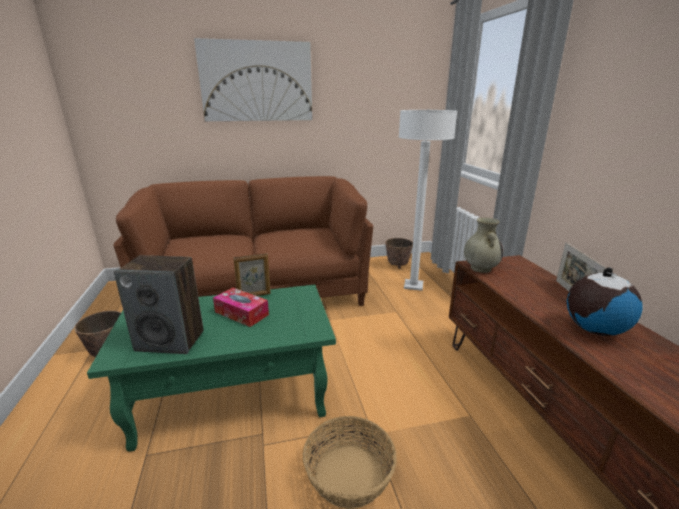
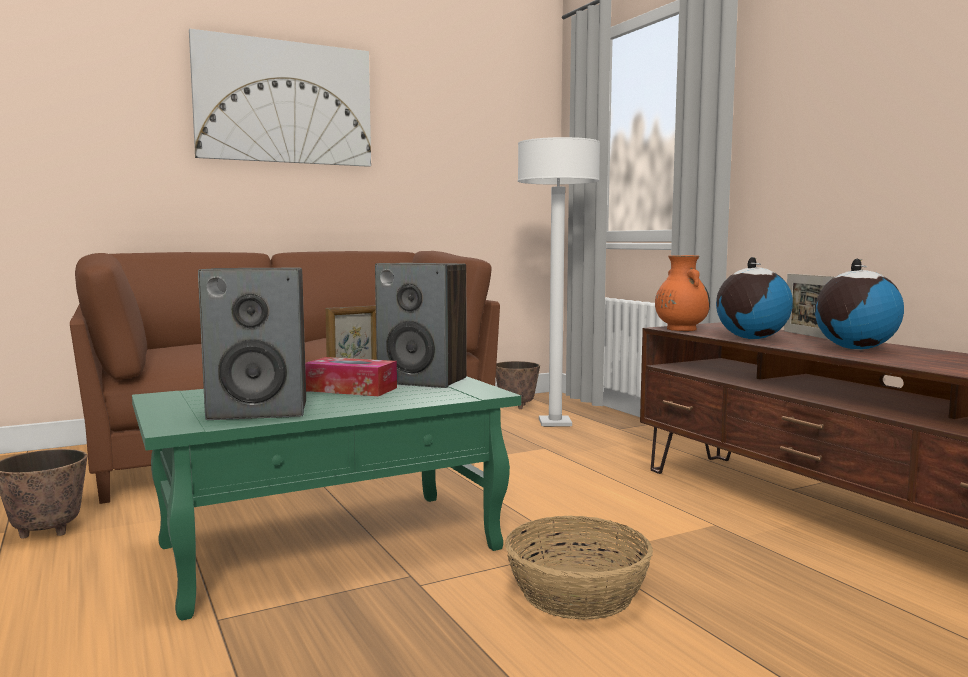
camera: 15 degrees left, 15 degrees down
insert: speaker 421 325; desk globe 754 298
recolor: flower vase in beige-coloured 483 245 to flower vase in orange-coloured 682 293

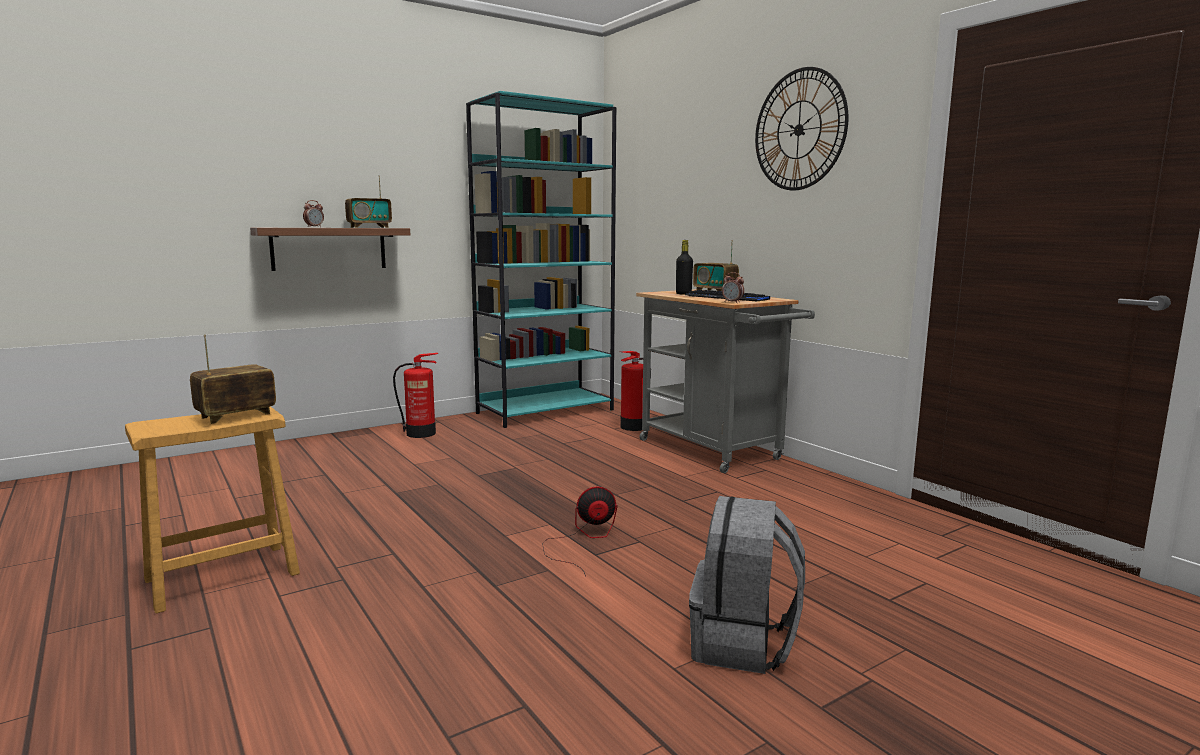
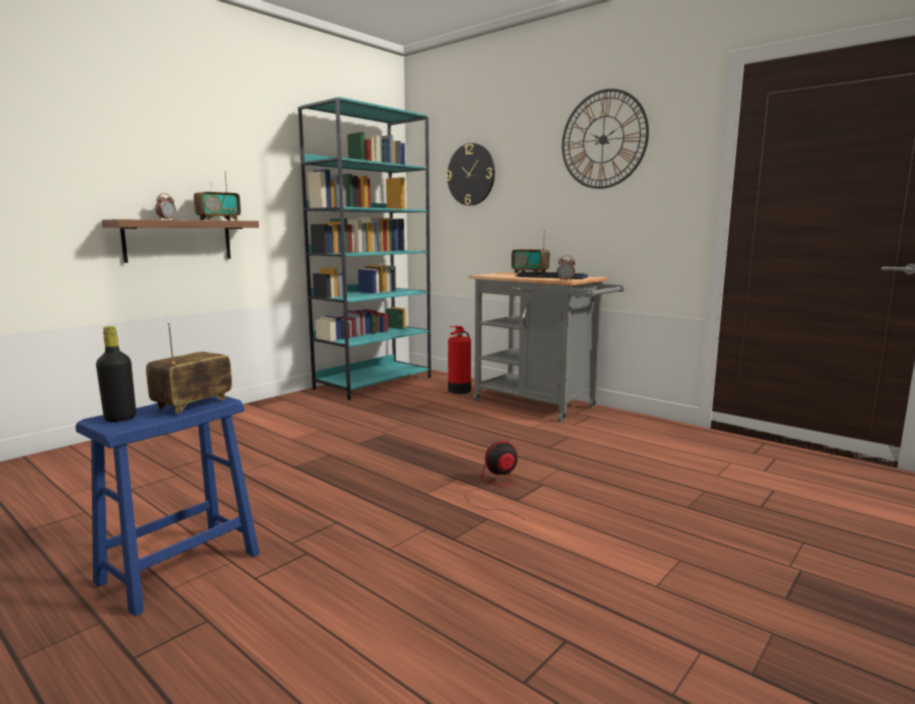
camera: 15 degrees left, 0 degrees up
delete: fire extinguisher 415 395; rucksack in grey 747 585
insert: hanging clock 470 174
move: bottle in blackish 684 267 to 116 374
recolor: stool seat in brown 212 510 to stool seat in blue-coloured 167 506

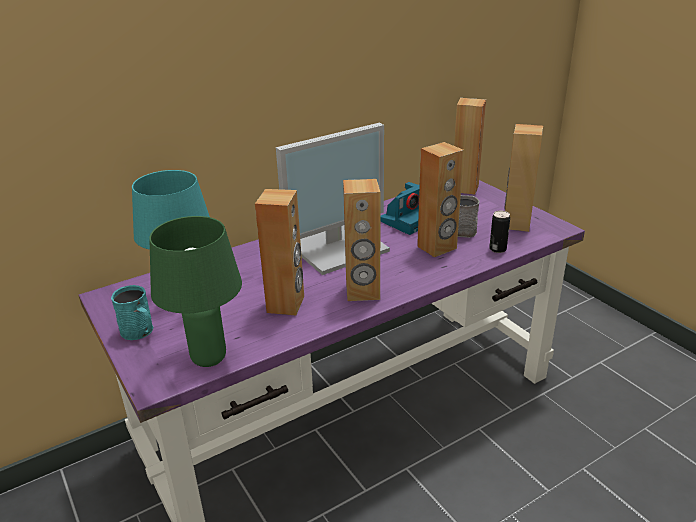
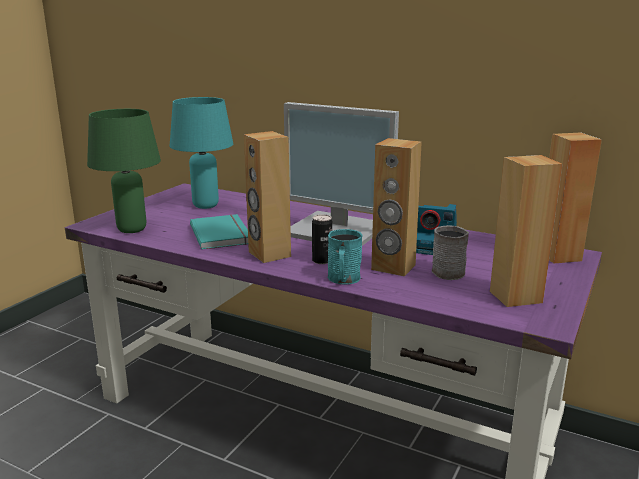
camera: 60 degrees right, 10 degrees down
move: can 499 231 to 322 239; tea mug in turquoise 132 312 to 345 256
replace: speaker in brown 279 252 to bound book in turquoise 219 232

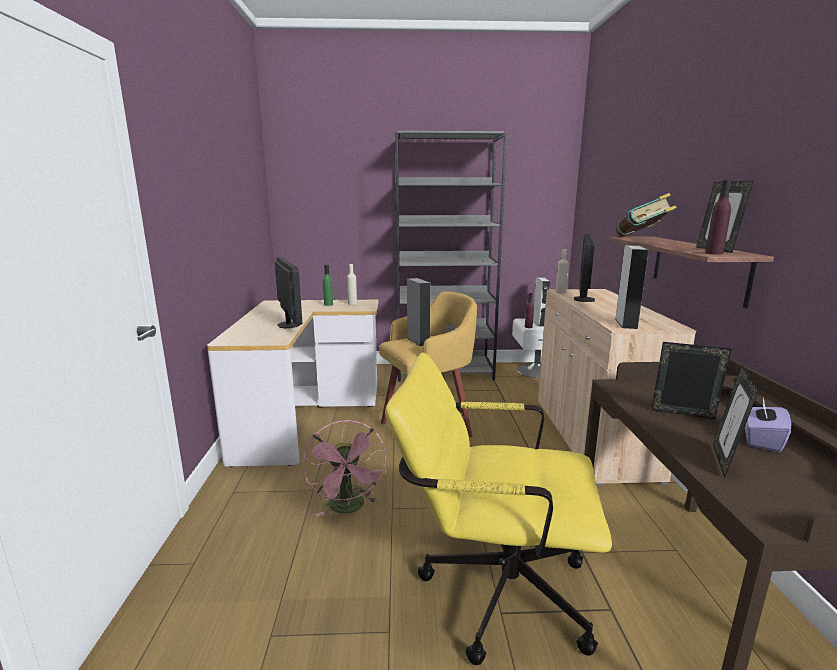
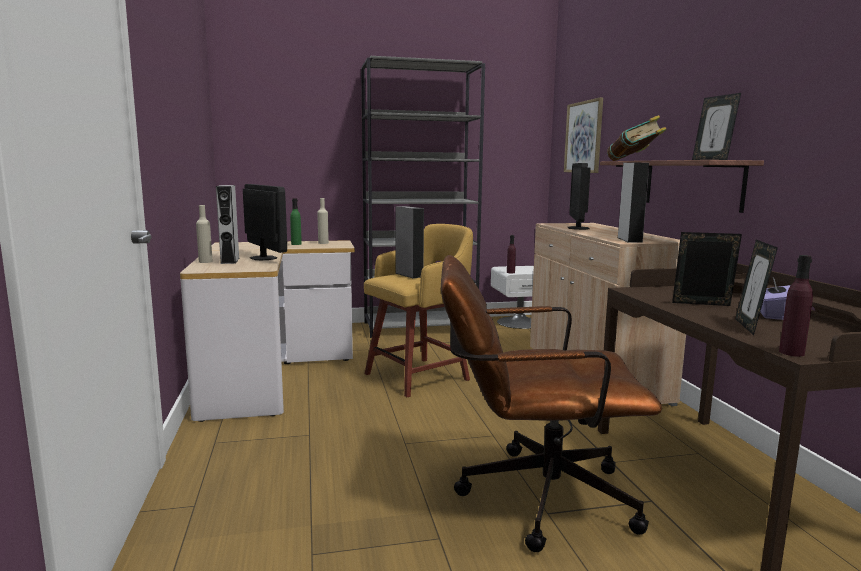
camera: 10 degrees left, 5 degrees down
delete: cooling fan in pinkish 344 468
insert: wall picture 583 135
move: bottle in beige-coloured 562 271 to 204 234; speaker in grey 542 302 to 227 224; bottle in purple-coloured 718 217 to 796 305
recolor: office chair in yellowish 498 509 to office chair in brown 551 403

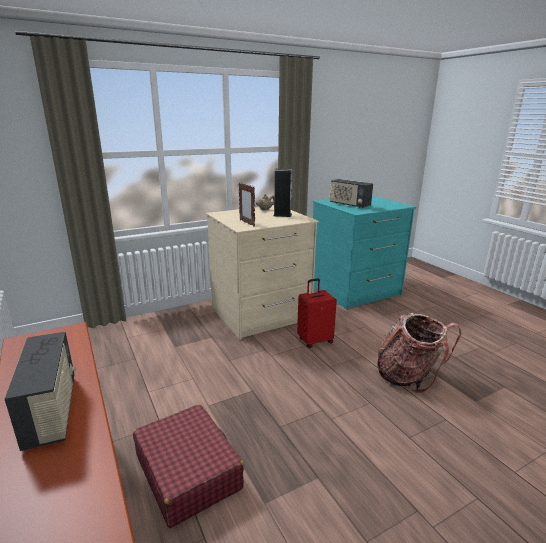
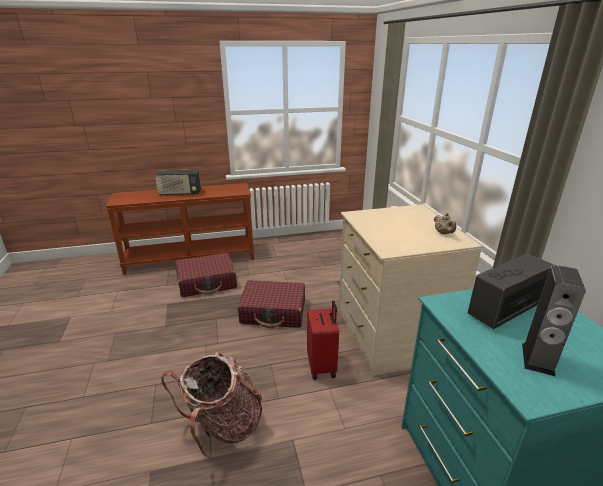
camera: 105 degrees right, 5 degrees up
delete: picture frame 246 205
insert: travel case in red 271 304
move: speaker 282 193 to 554 320

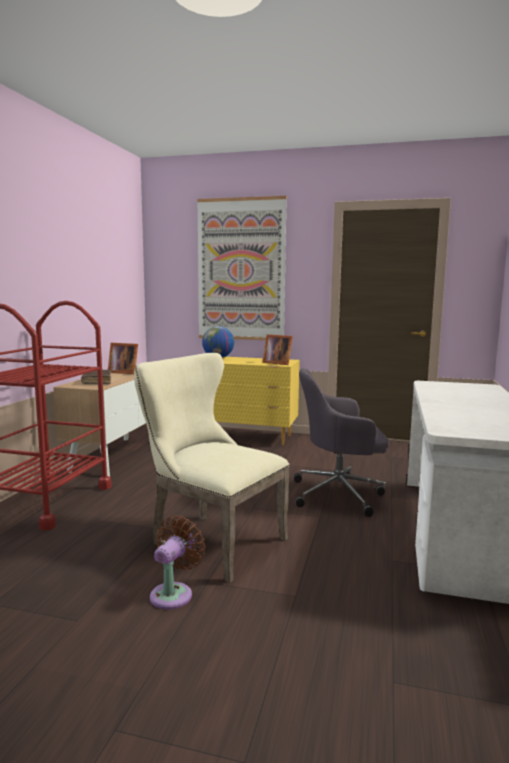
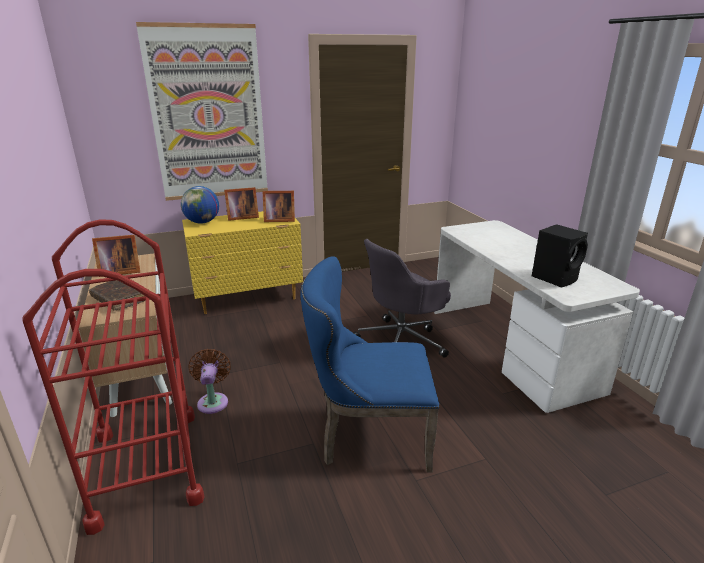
camera: 35 degrees left, 15 degrees up
insert: picture frame 241 204; speaker in blackish 560 256
move: cooling fan in brown 178 563 to 210 381
recolor: upright chair in beige-coloured 212 468 to upright chair in blue-coloured 370 364

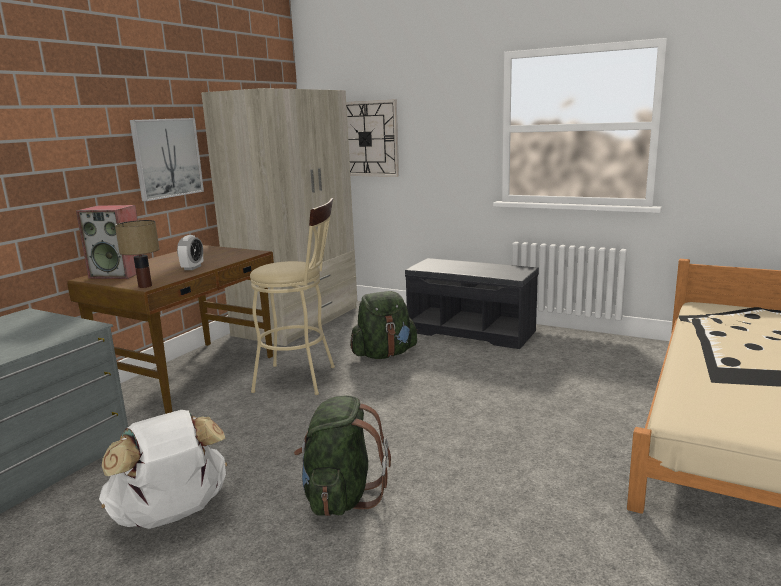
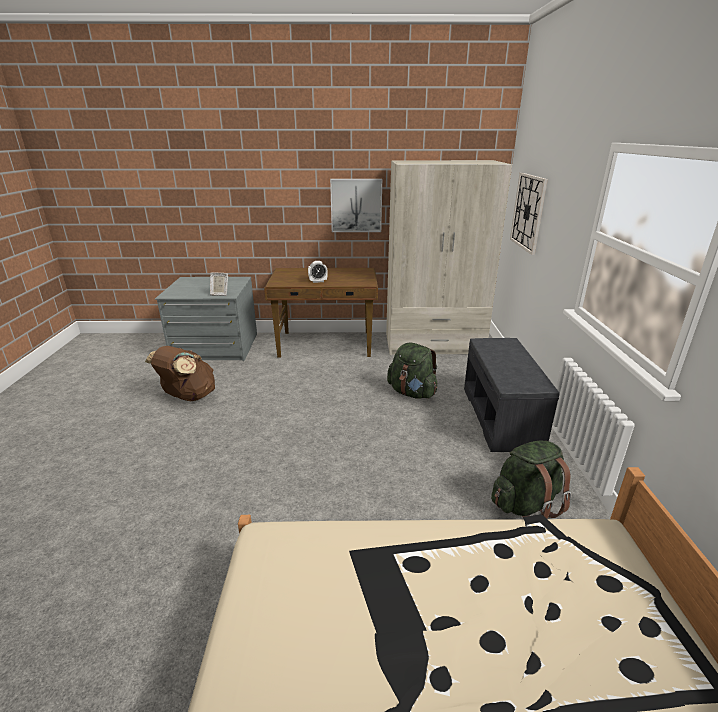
camera: 60 degrees right, 10 degrees up
delete: speaker 109 242; tabletop lamp 137 254; stool seat in beige-coloured 292 296
insert: picture frame 219 284
move: rucksack in green-coloured 342 455 to 531 479
recolor: rucksack in whitish 163 469 to rucksack in brown 180 373

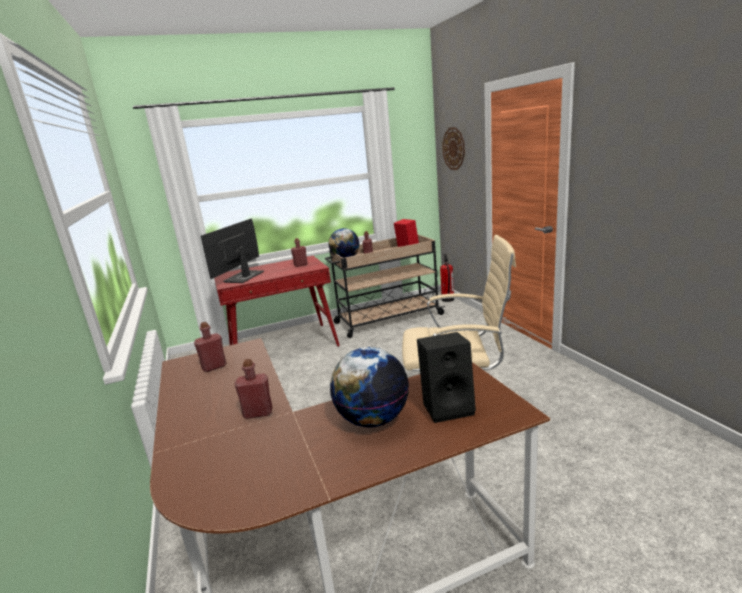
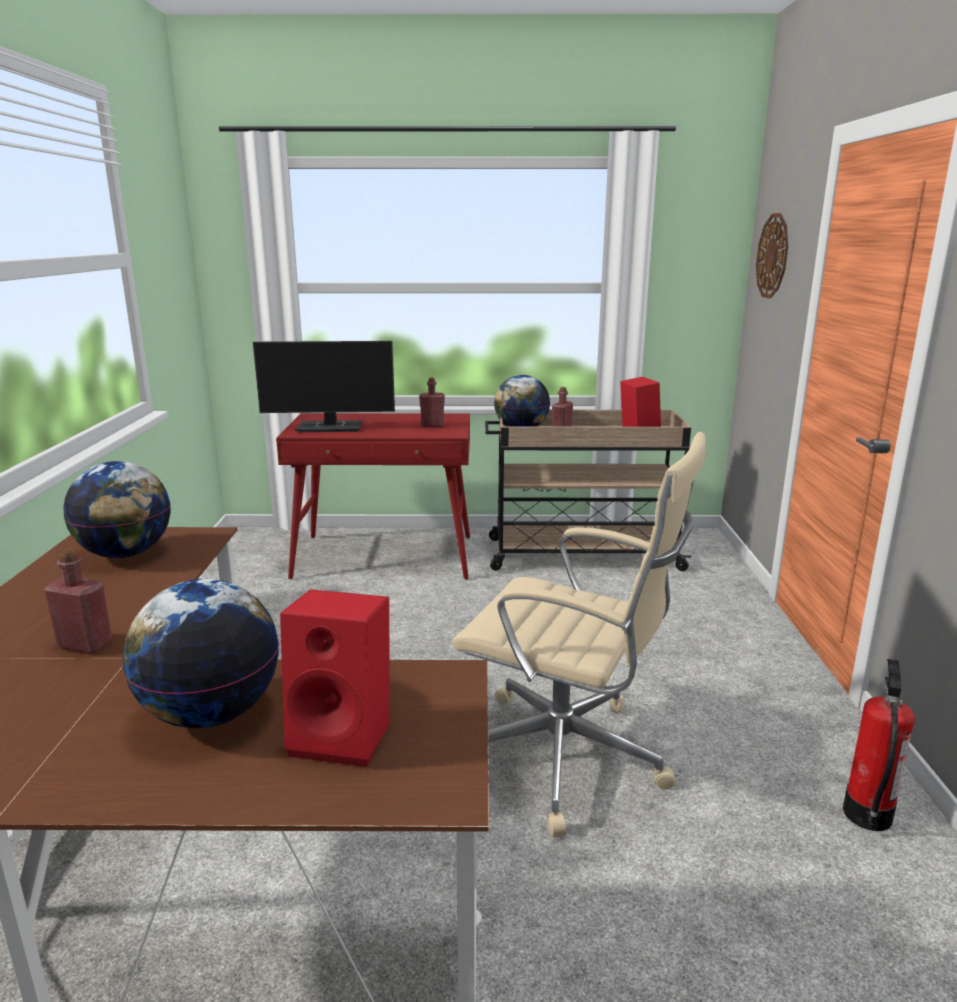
camera: 20 degrees right, 0 degrees up
move: fire extinguisher 447 278 to 879 745
replace: bottle in red 210 347 to desk globe 117 509
recolor: speaker in blackish 446 377 to speaker in red 335 678
rotate: monitor 232 250 = 324 386 135 degrees counterclockwise

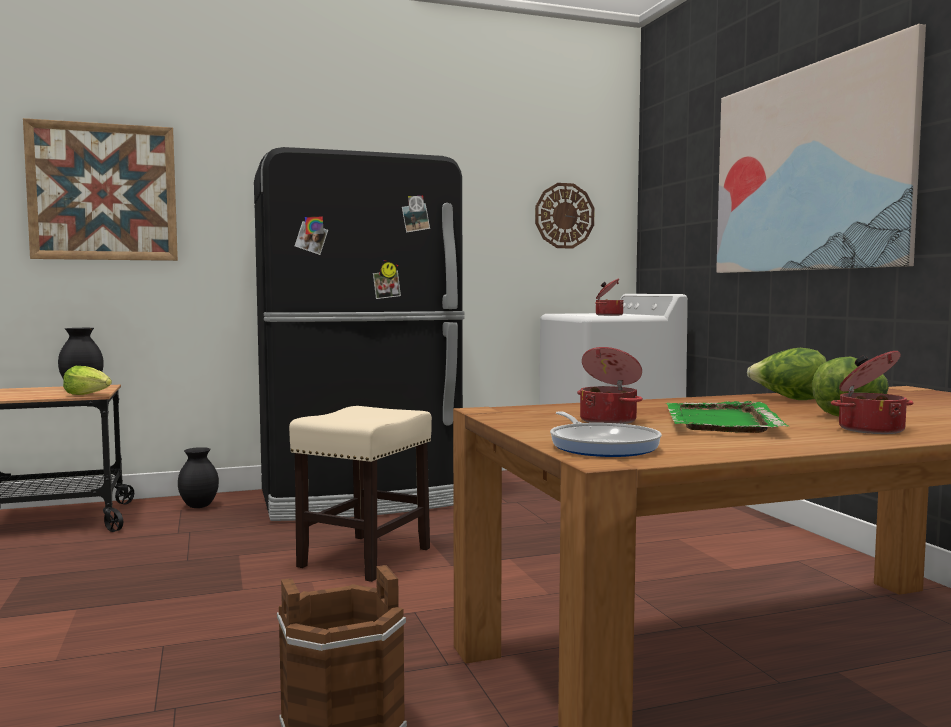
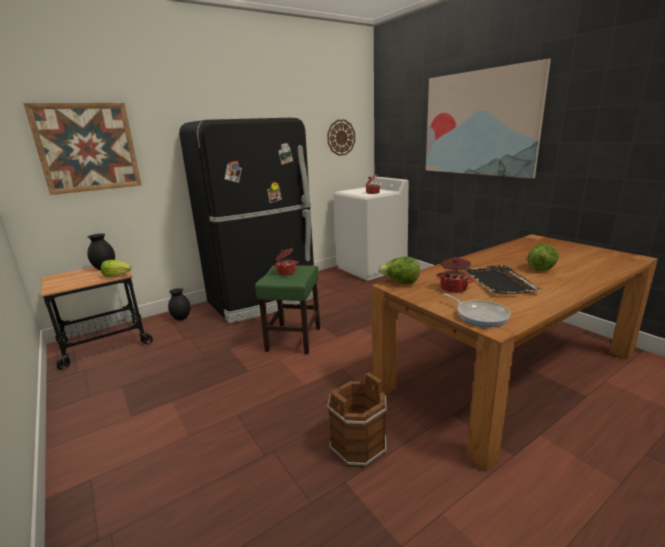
camera: 15 degrees left, 15 degrees up
move: cooking pot 872 392 to 285 261; head of lettuce 787 374 to 399 270
recolor: stool seat in beige-coloured 360 494 to stool seat in green-coloured 288 309; carrying tray in green-coloured 727 417 to carrying tray in blackish 502 279

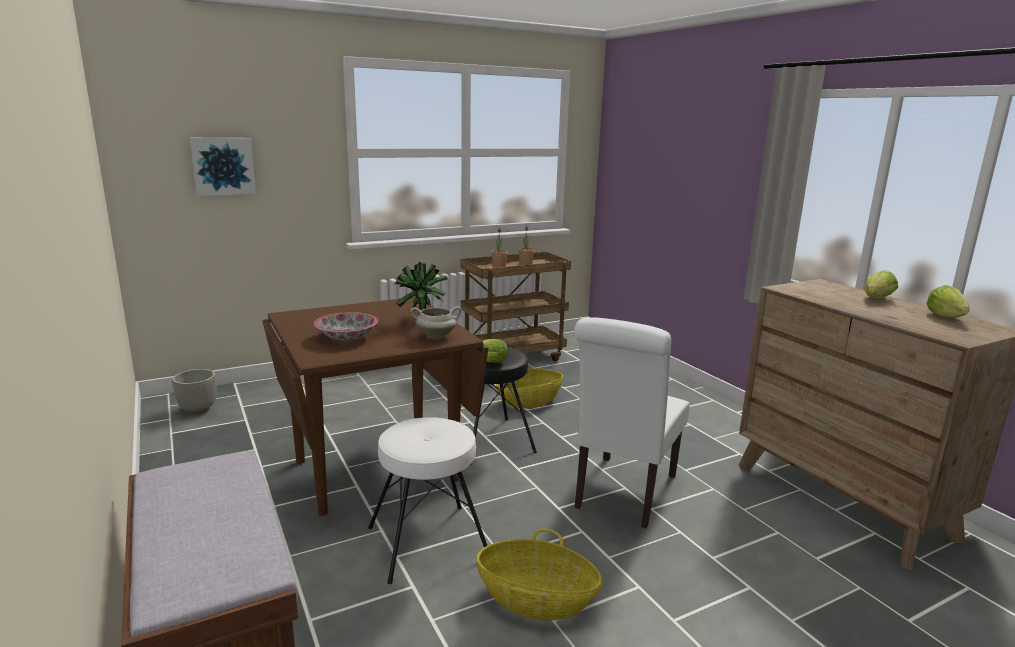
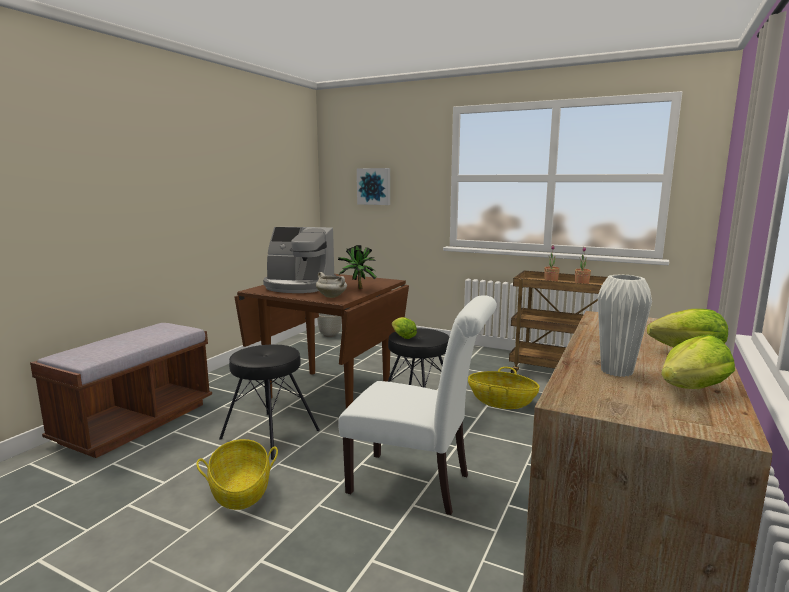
camera: 55 degrees right, 5 degrees down
insert: flower vase in whitish 625 325
replace: serving bowl 346 326 to coffee brewer 299 260
recolor: stool seat in whitish 427 500 to stool seat in blackish 269 402
rotate: upright chair in whitish 632 423 = 417 405 150 degrees counterclockwise

